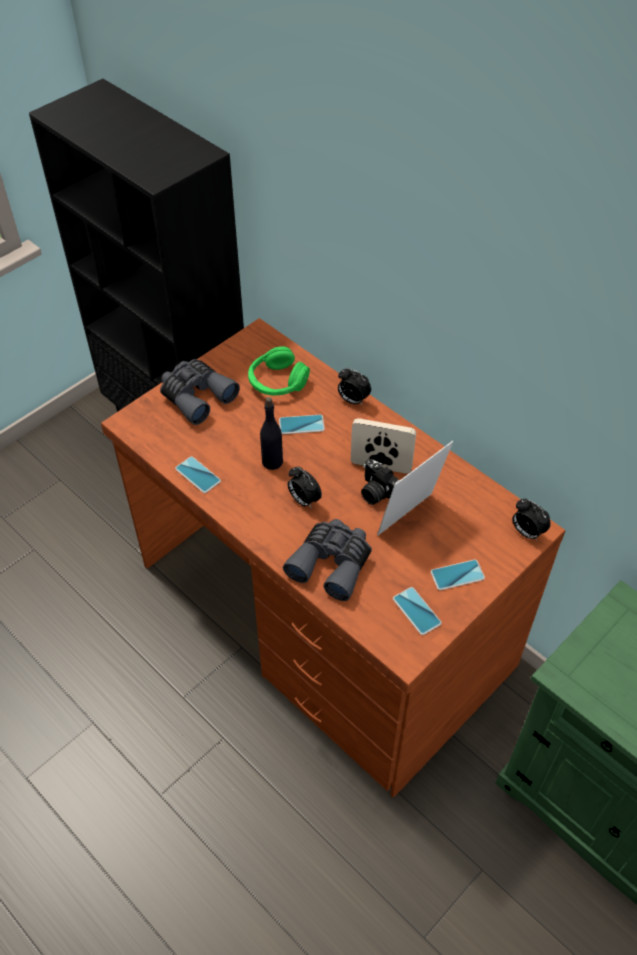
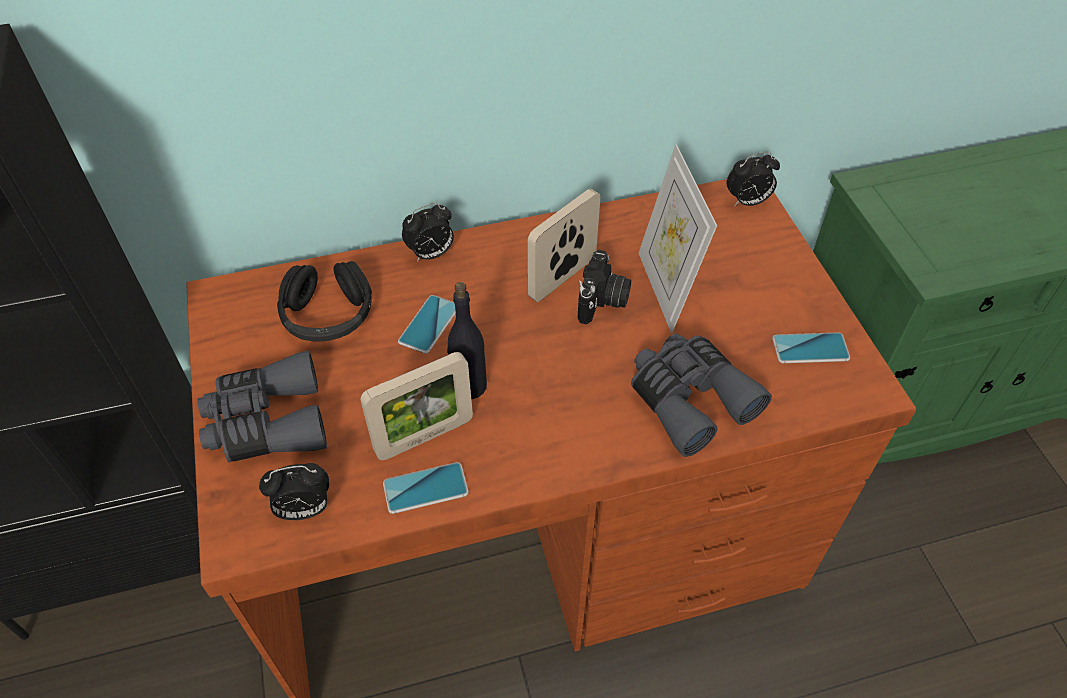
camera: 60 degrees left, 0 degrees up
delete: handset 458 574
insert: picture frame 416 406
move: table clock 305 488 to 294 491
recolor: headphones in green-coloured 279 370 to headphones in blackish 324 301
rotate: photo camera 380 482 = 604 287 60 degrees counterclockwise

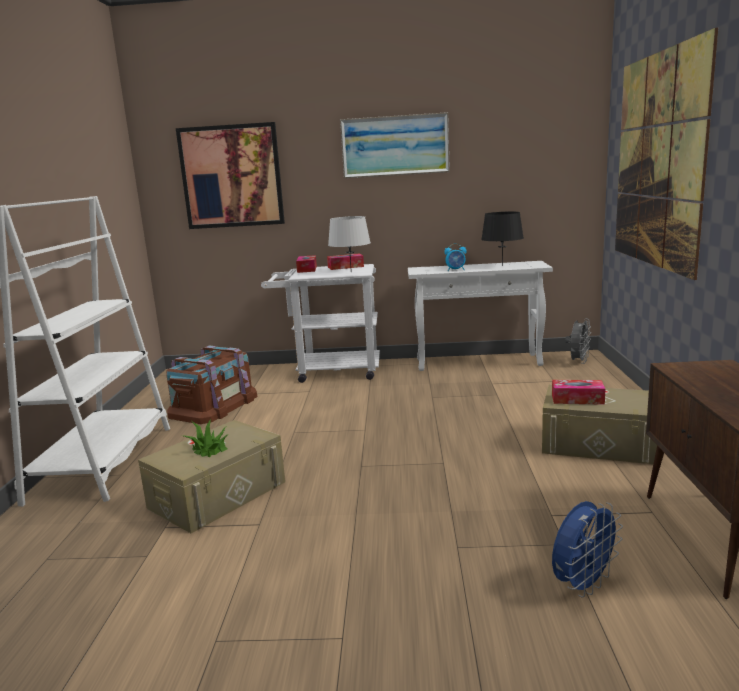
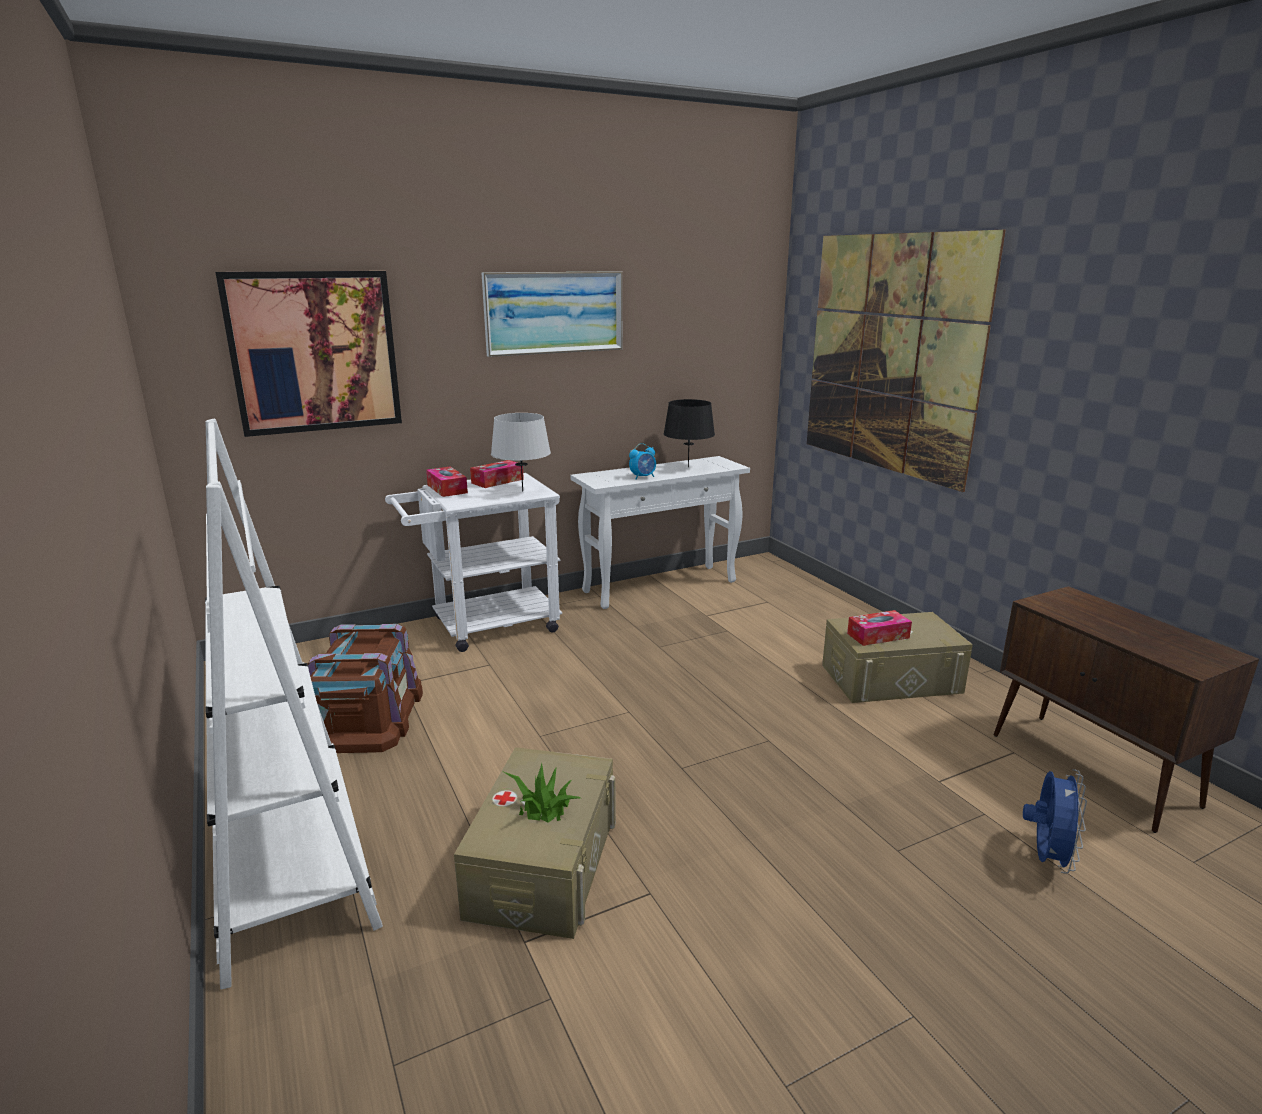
camera: 30 degrees left, 5 degrees up
delete: cooling fan in grey 578 341

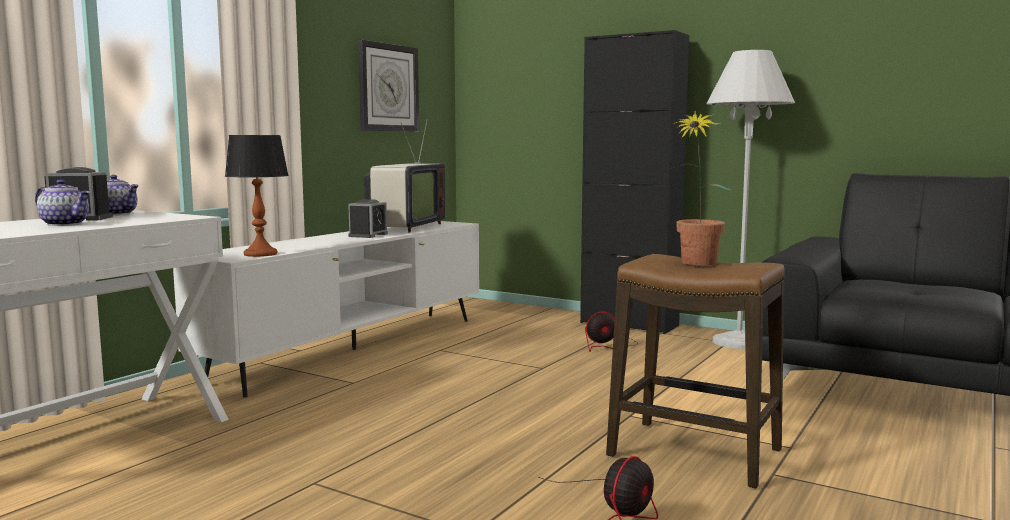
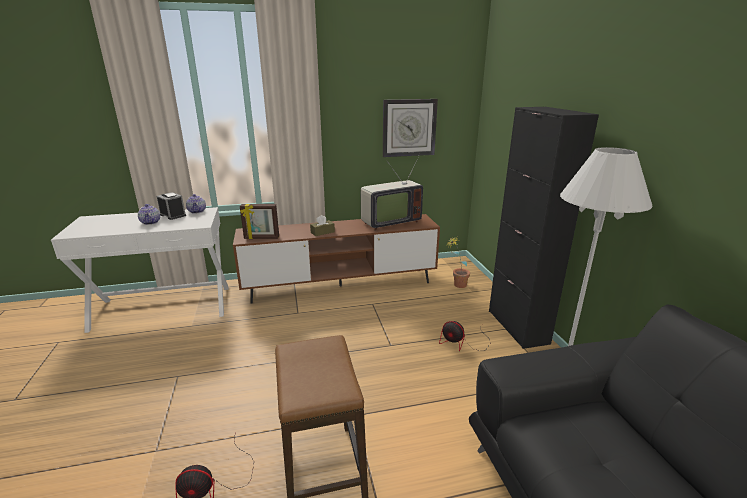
camera: 45 degrees right, 15 degrees up
delete: table clock 368 218
insert: box of tissues in brown 322 225
move: houseplant 700 188 to 459 262
replace: tabletop lamp 257 196 to picture frame 259 221
recolor: media console in whitish 326 309 to media console in brown 336 259

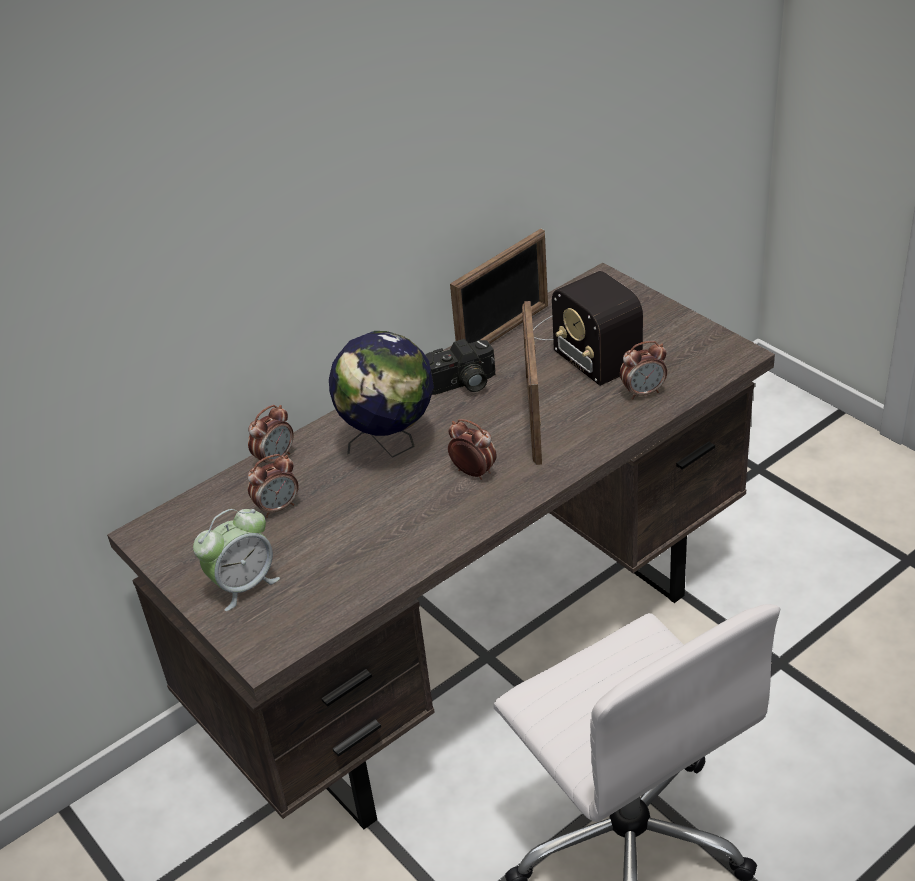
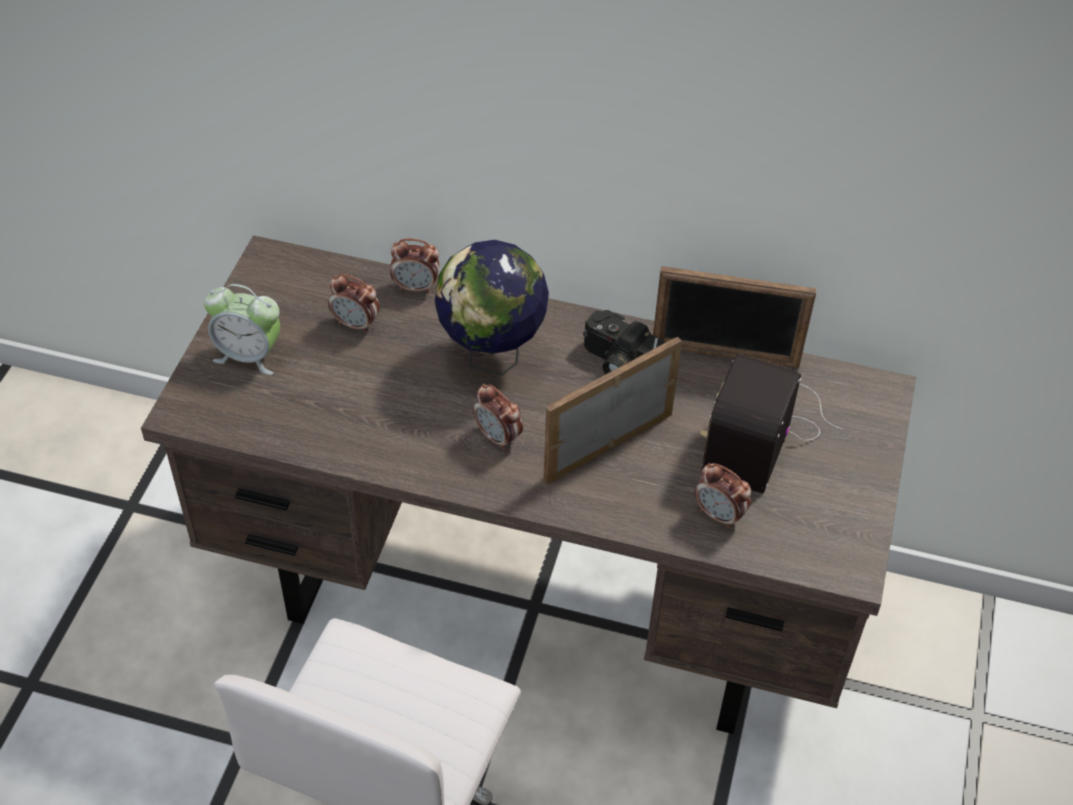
camera: 50 degrees right, 10 degrees up
rotate: table clock 472 449 = 498 417 135 degrees clockwise

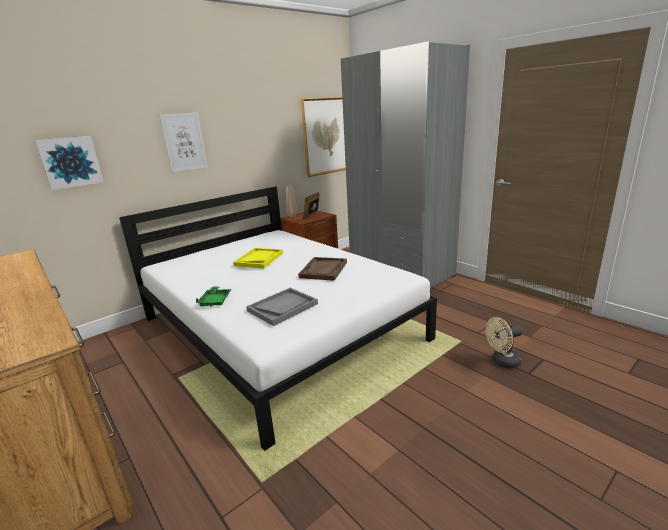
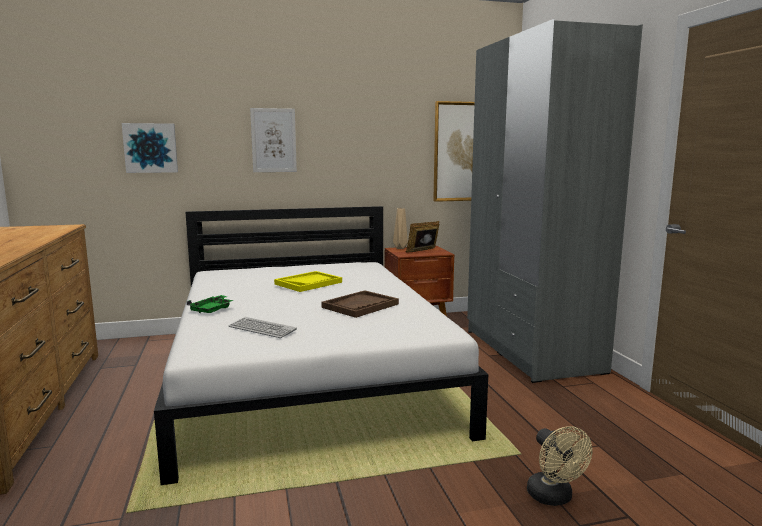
camera: 25 degrees right, 10 degrees down
replace: carrying tray in grey 282 307 to PC keyboard 263 327
rotate: cooling fan in beige-coloured 504 343 = 559 466 120 degrees counterclockwise

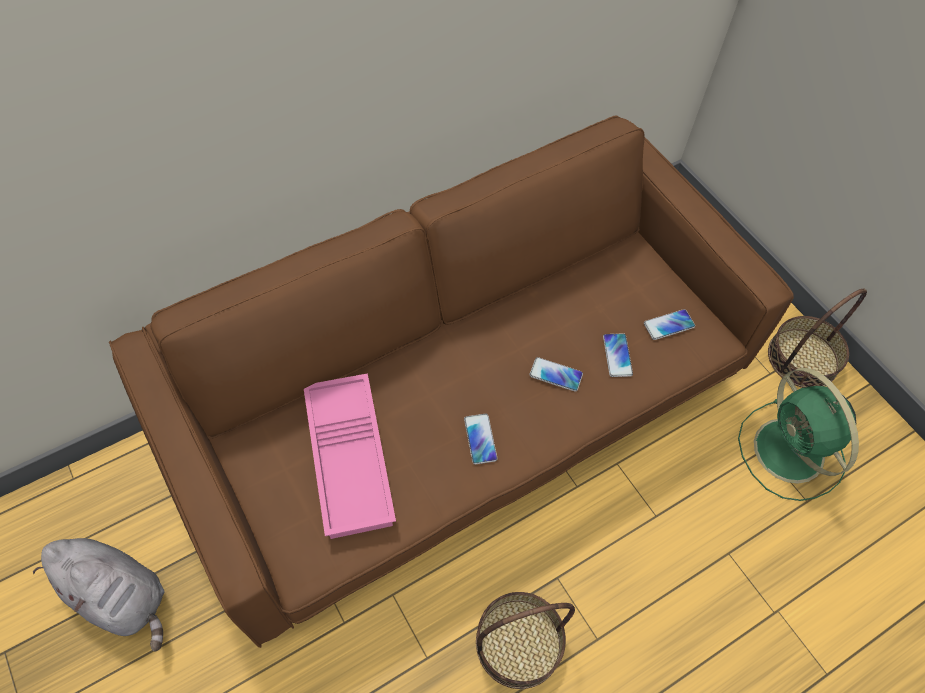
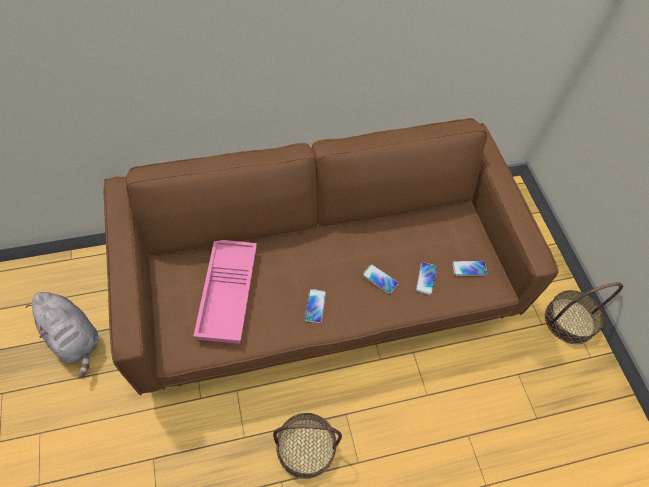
camera: 15 degrees right, 0 degrees up
delete: cooling fan in green-coloured 798 434

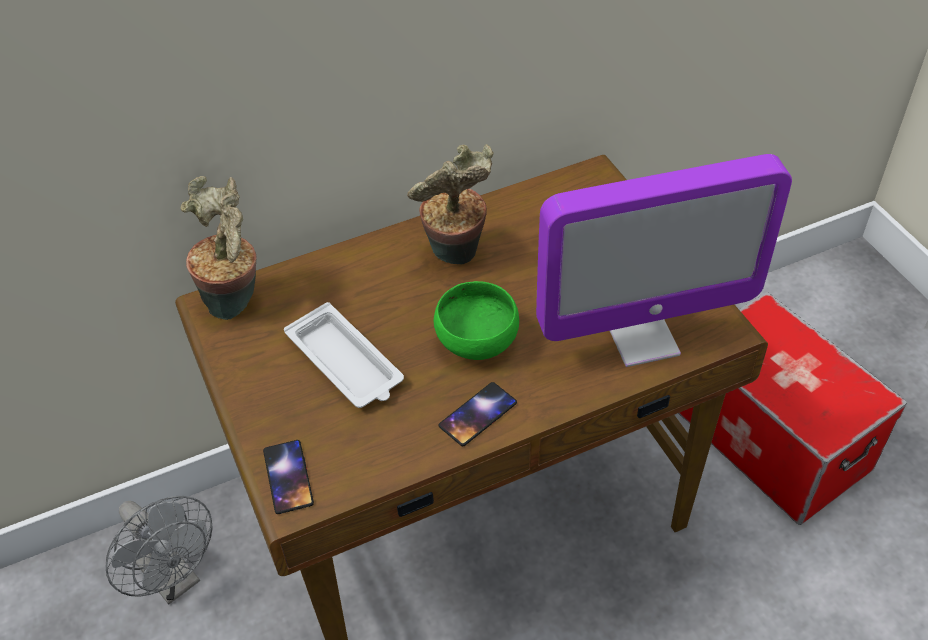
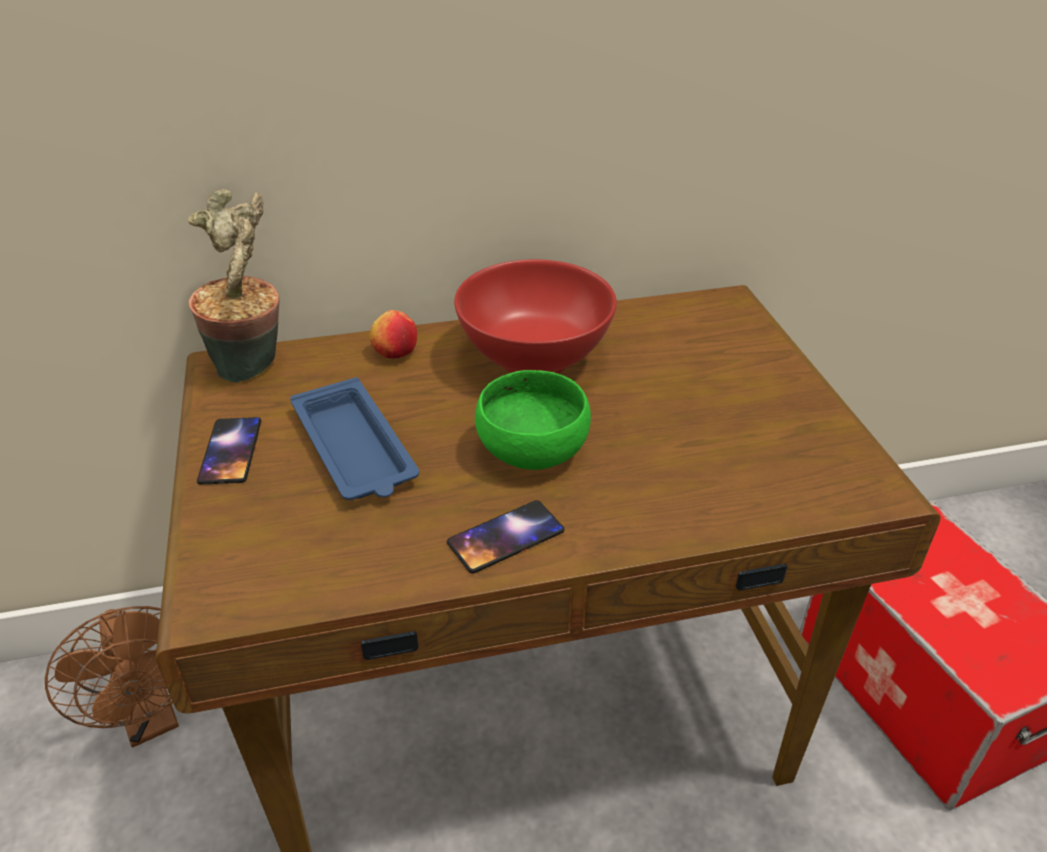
camera: 10 degrees right, 10 degrees down
delete: monitor 664 260
insert: apple 393 334
move: handset 288 477 to 229 451
replace: houseplant 450 204 to serving bowl in red 535 316
recolor: cooling fan in grey 159 550 to cooling fan in brown 112 676; carrying tray in whitish 344 355 to carrying tray in blue-coloured 354 438

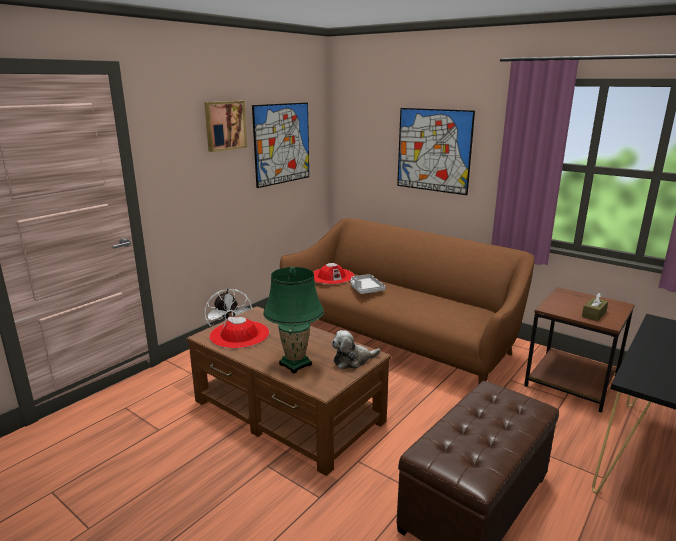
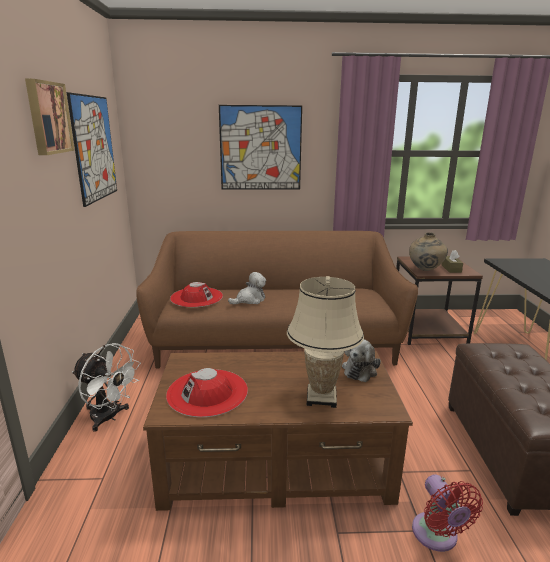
camera: 40 degrees left, 0 degrees up
insert: flower vase in beige-coloured 428 251; cooling fan in red 447 513
replace: carrying tray in grey 368 284 to cuddly toy 247 288
recolor: tabletop lamp in green-coloured 293 320 to tabletop lamp in beige-coloured 325 342

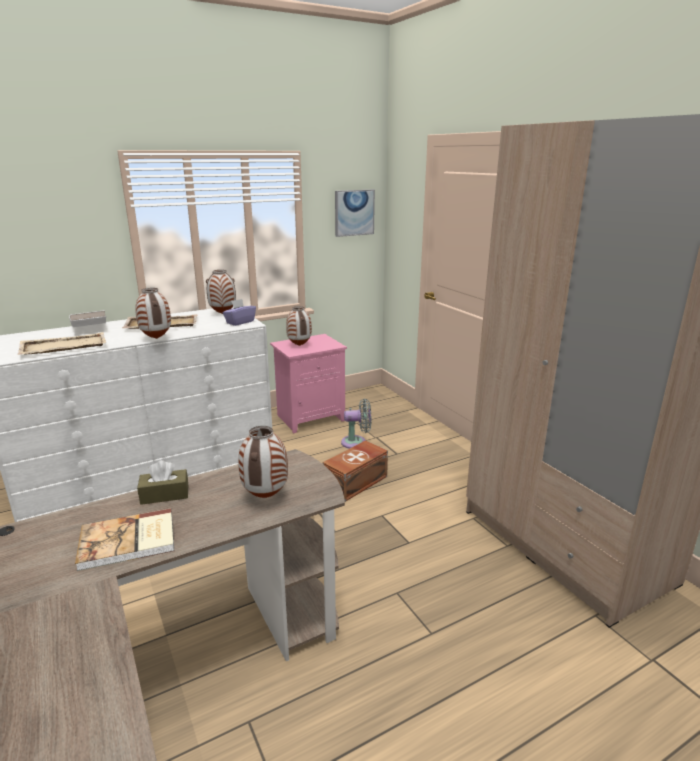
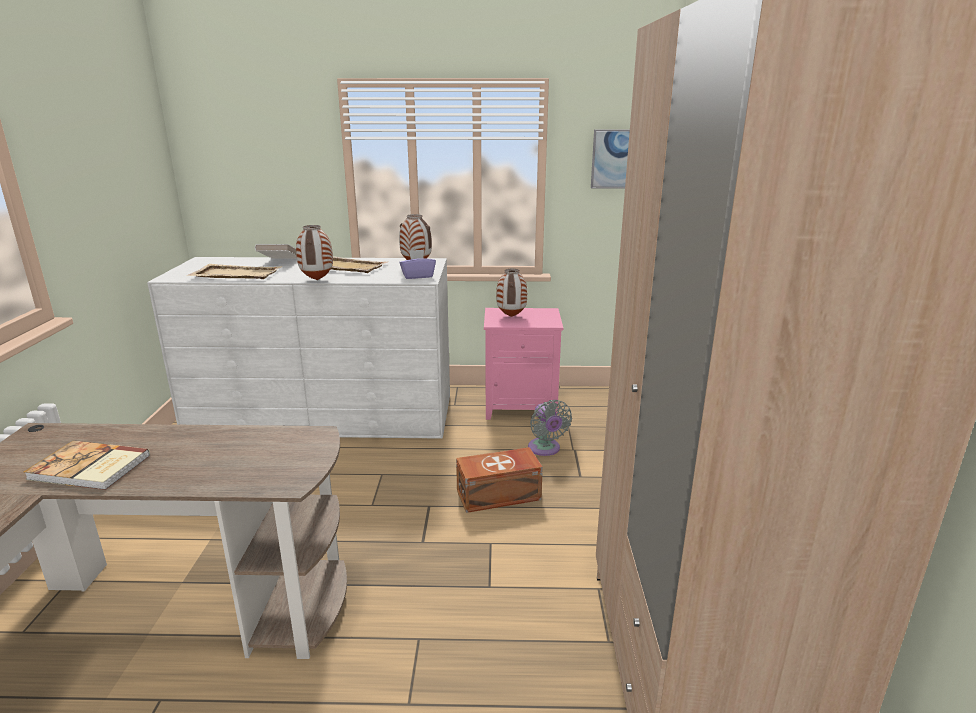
camera: 30 degrees right, 0 degrees up
delete: box of tissues in brown 162 482; flower vase 263 462
rotate: cooling fan in grey 356 424 = 550 428 45 degrees clockwise

